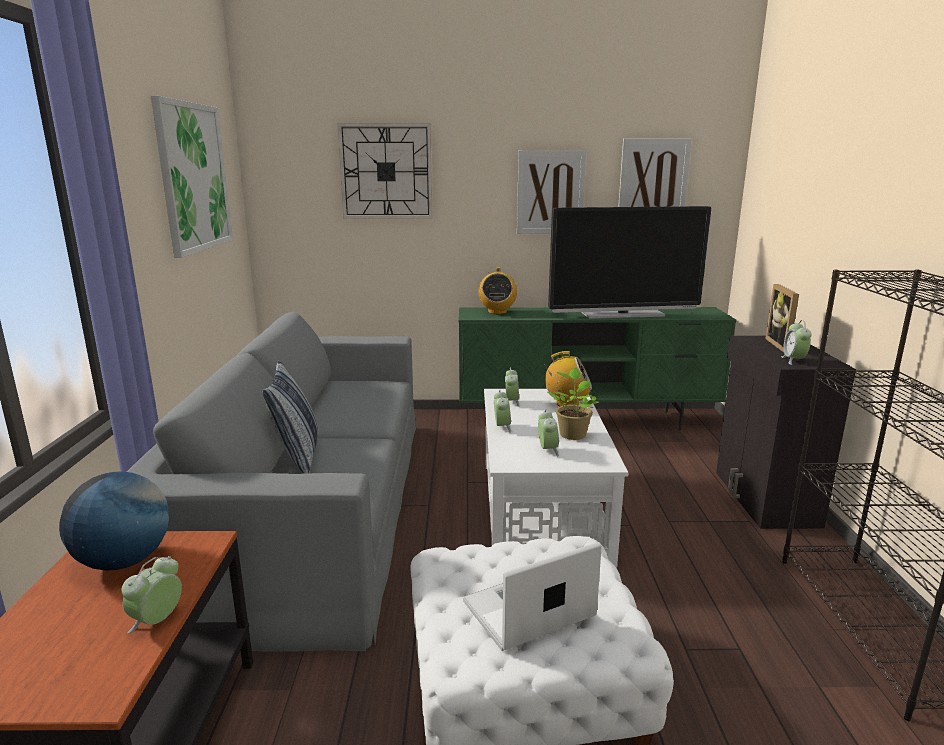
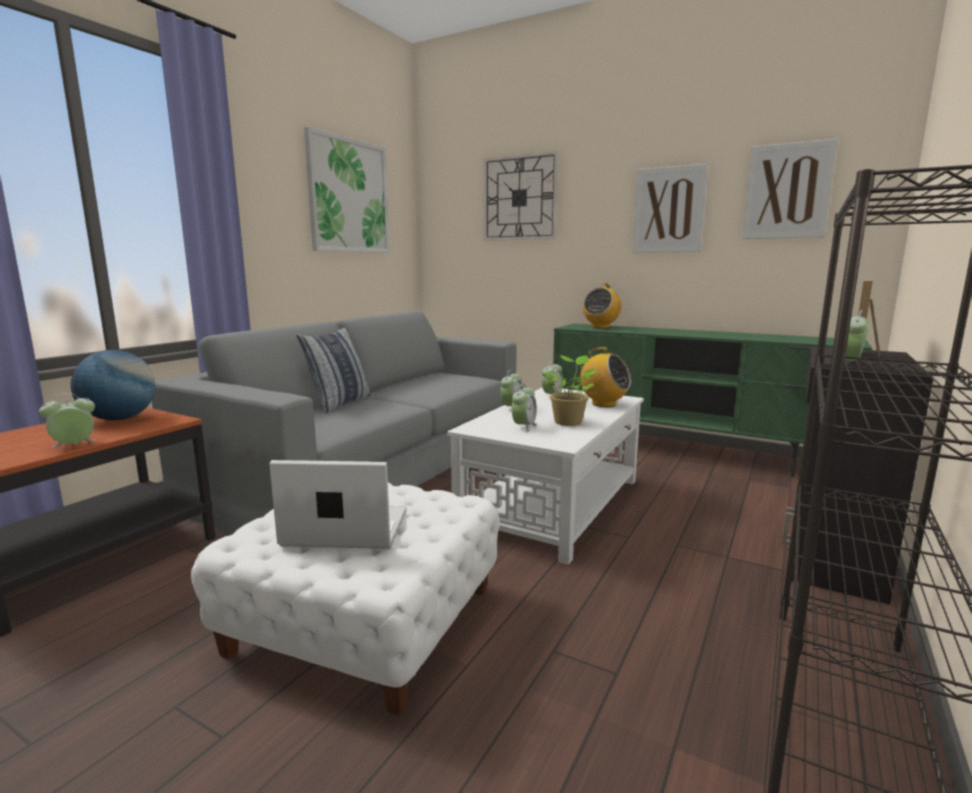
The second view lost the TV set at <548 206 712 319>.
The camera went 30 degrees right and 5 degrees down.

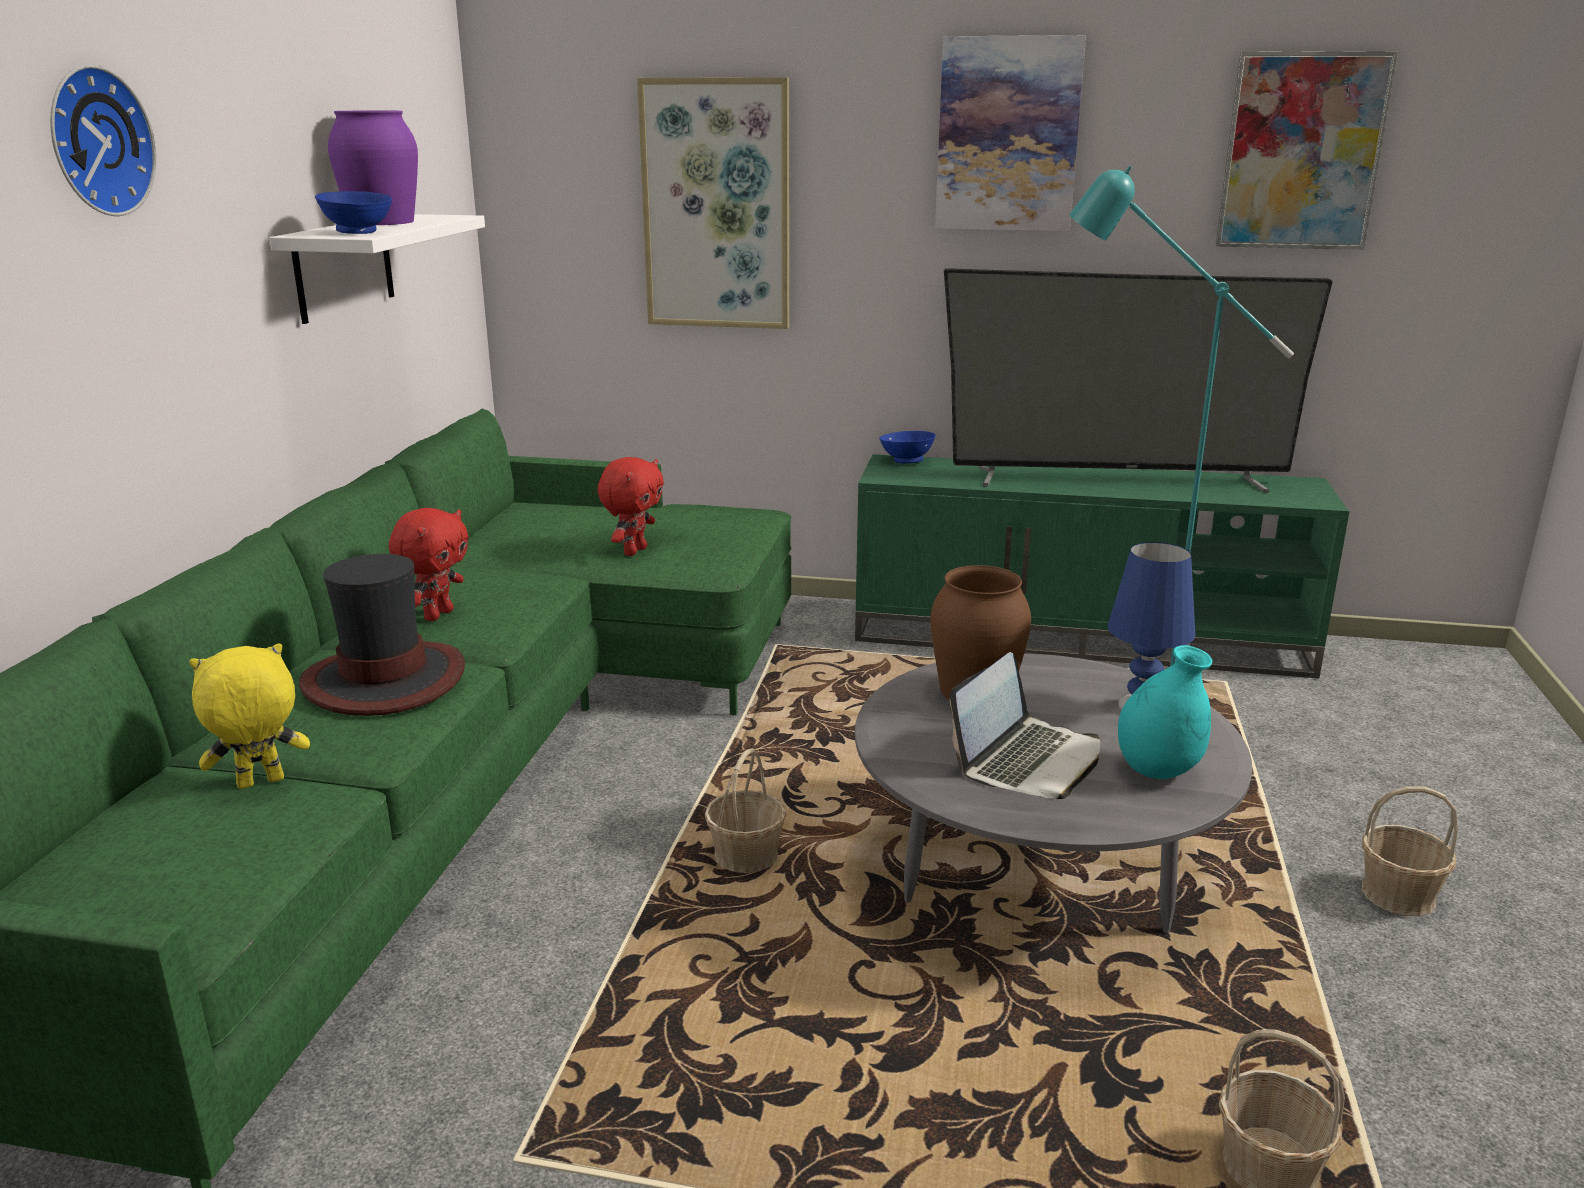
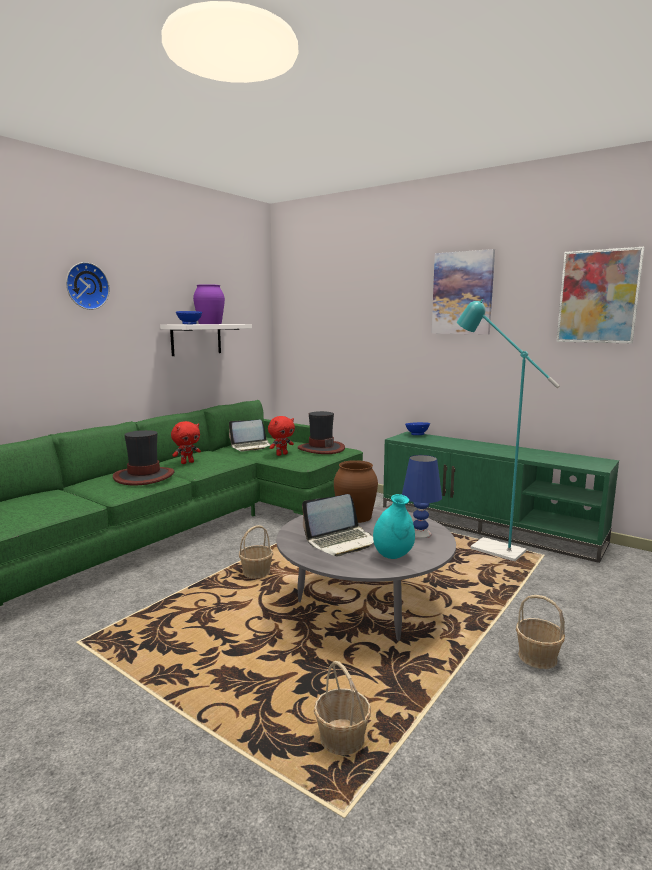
The second view lost the picture at <637 77 789 329>.
The second view lost the TV set at <944 268 1333 493>.
The second view lost the plush toy (yellow) at <189 643 310 789>.
The second view gained the hat at <298 411 345 454>.
The second view gained the notebook computer at <229 420 271 452>.
The camera went 25 degrees right and 10 degrees down.

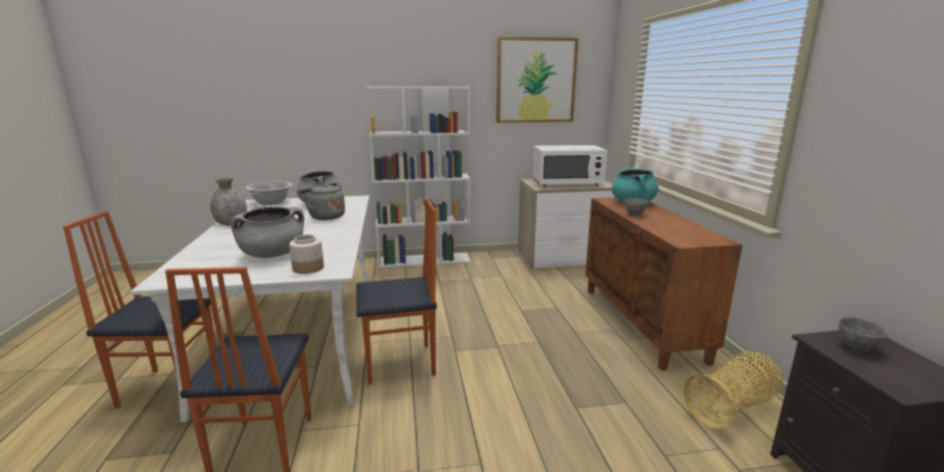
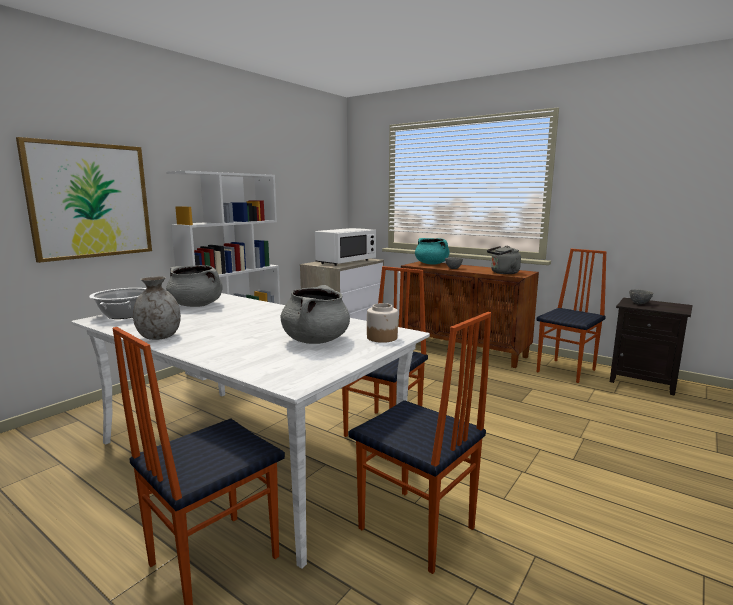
The picture ended up elsewhere, having gone from <496 37 579 123> to <16 137 152 263>.
The kettle (grey) ended up elsewhere, having gone from <299 183 345 220> to <487 246 521 274>.
Where the basket stood at <684 352 783 429>, the chair came to stand at <536 249 607 383>.
The camera went 45 degrees left and 5 degrees down.

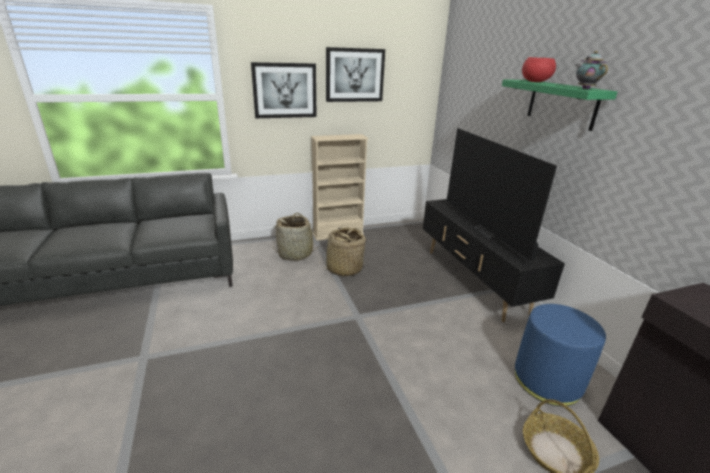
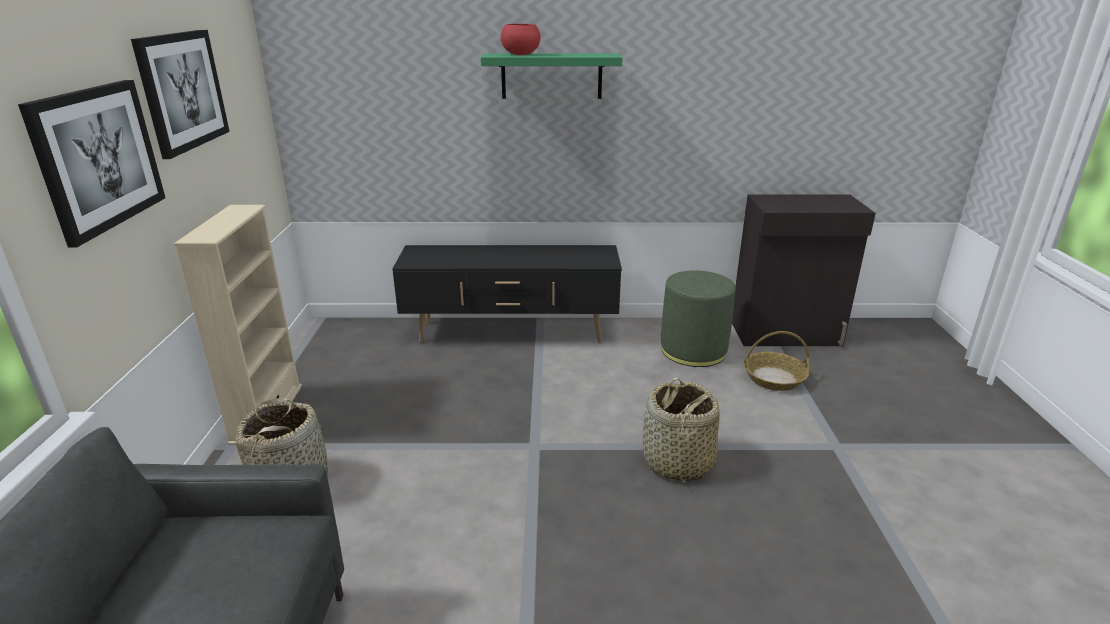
The second view lost the teapot at <576 51 608 89>.
The second view lost the TV set at <447 128 557 261>.
The basket ended up elsewhere, having gone from <320 227 370 277> to <643 377 720 482>.
What was the pouffe (bluish) at <515 304 606 406> turned into the pouffe (greenish) at <661 270 736 367>.
The camera went 70 degrees left and 0 degrees up.

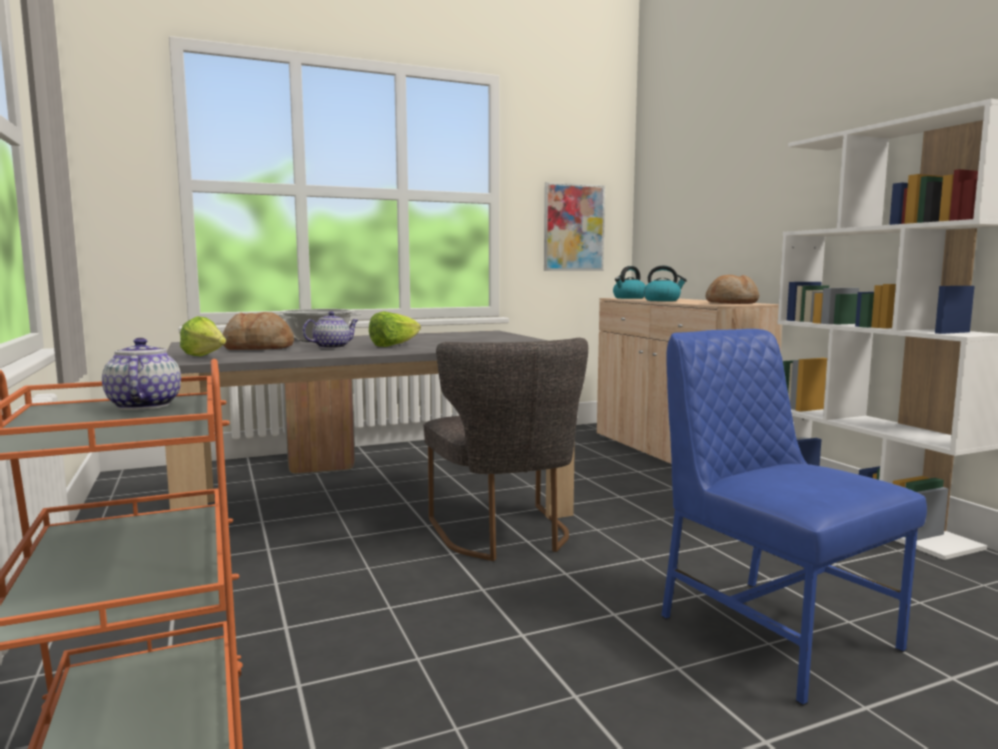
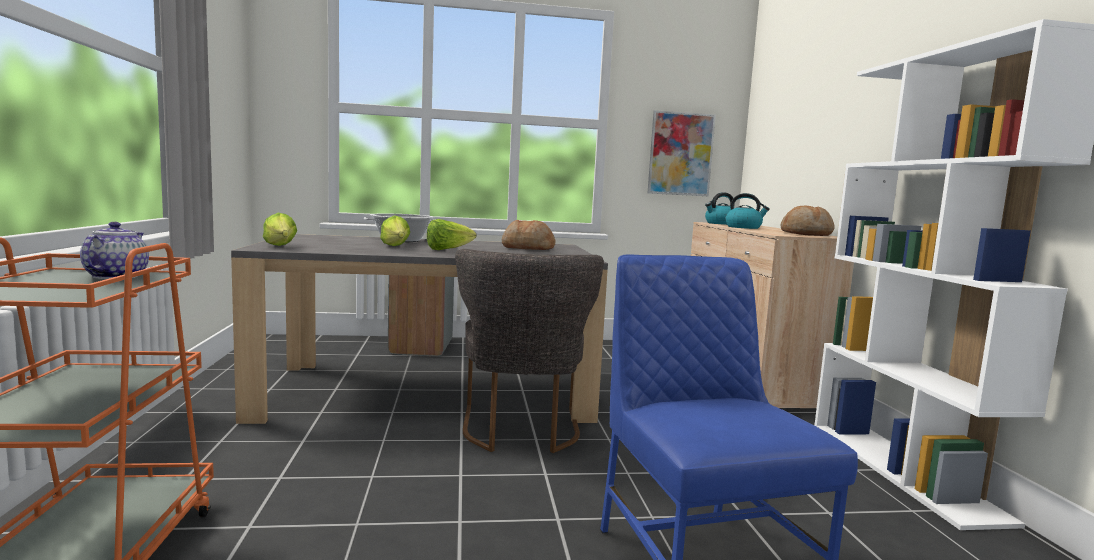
Where the teapot stood at <302 311 358 349>, the lettuce head came to stand at <380 215 410 246>.
The baked bread ended up elsewhere, having gone from <222 312 294 350> to <502 220 555 250>.
The camera went 15 degrees right and 0 degrees up.

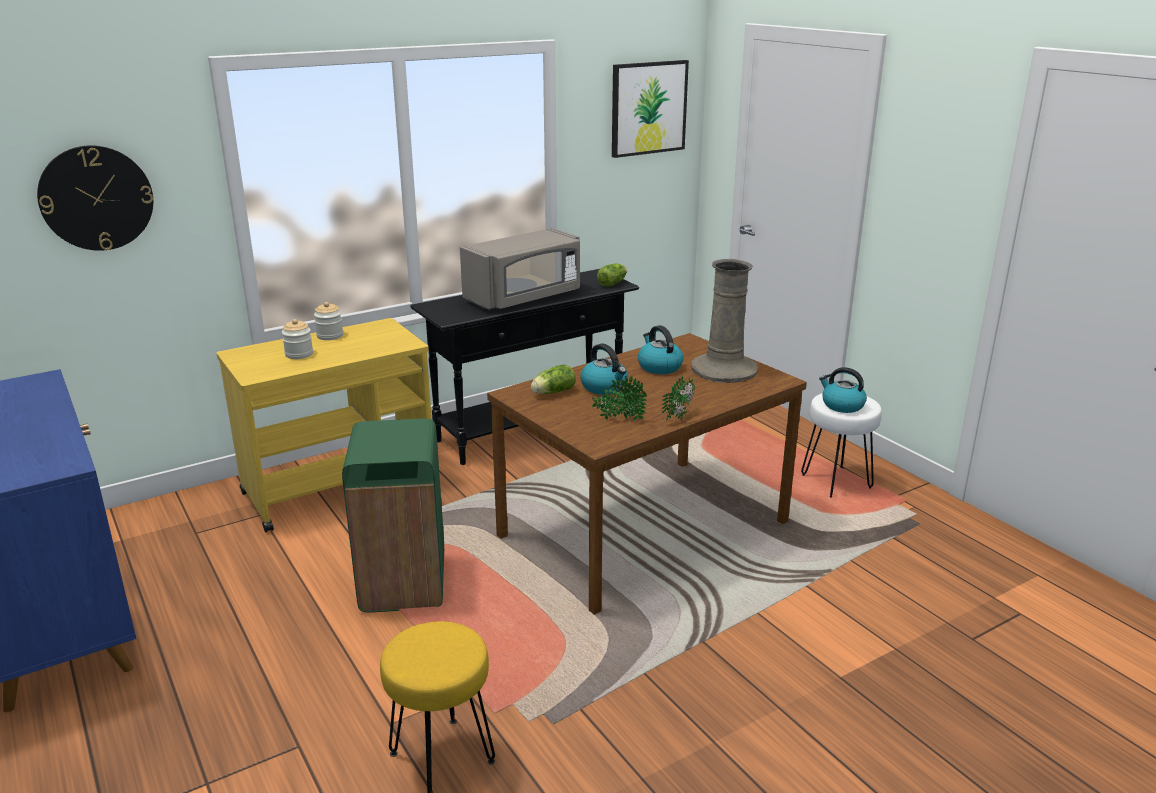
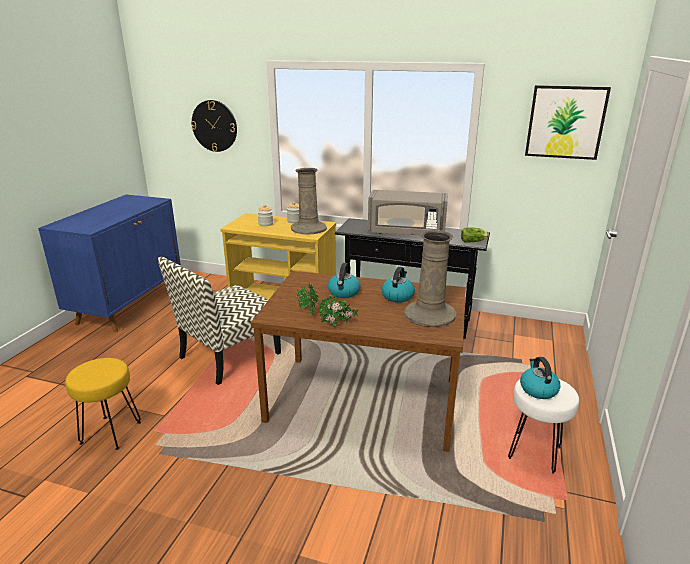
The second view lost the lettuce head at <531 365 576 394>.
Where the waste bin (greenish) stood at <342 419 444 613>, the chair came to stand at <158 257 281 385>.
The second view gained the vase (beige-coloured) at <291 168 327 235>.
The camera went 50 degrees right and 0 degrees up.

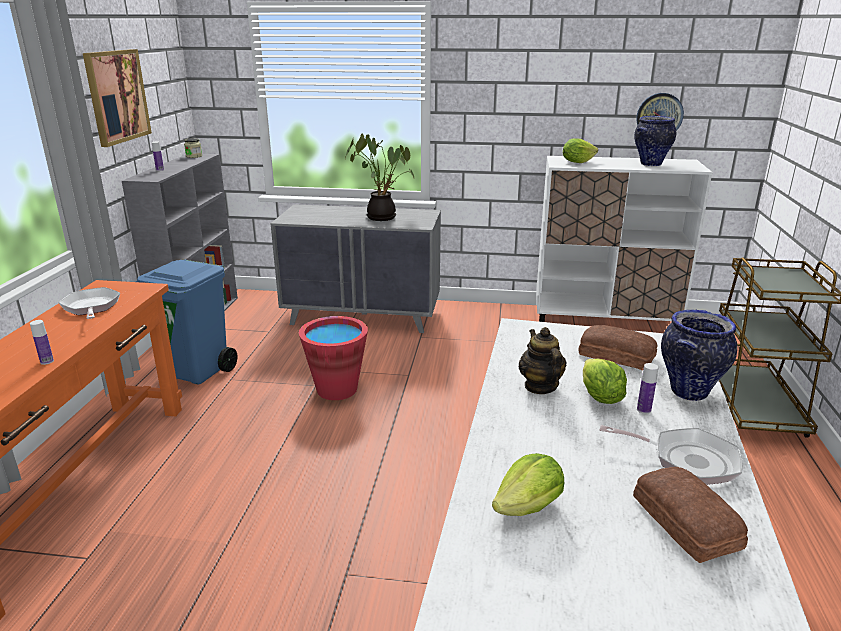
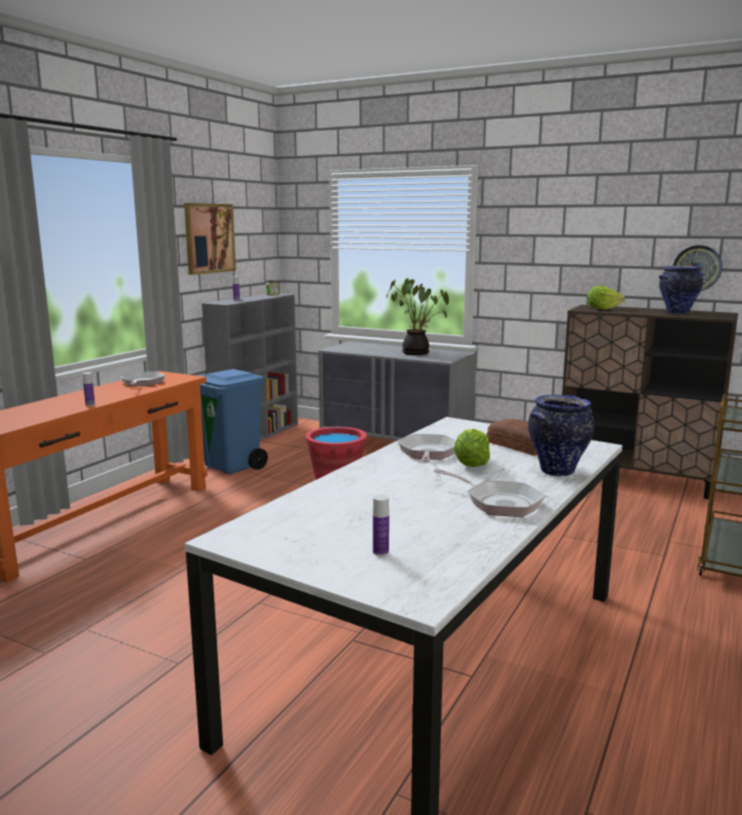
What was the storage cabinet (white) at <536 156 712 322> turned into the storage cabinet (brown-coloured) at <562 305 738 499>.
Where the teapot stood at <518 327 567 394>, the skillet came to stand at <398 434 456 462>.
The beverage bottle ended up elsewhere, having gone from <637 363 658 414> to <373 495 389 556>.
The second view lost the lettuce head at <492 453 564 516>.
The second view lost the baked bread at <633 467 748 563>.
The camera went 20 degrees right and 10 degrees down.

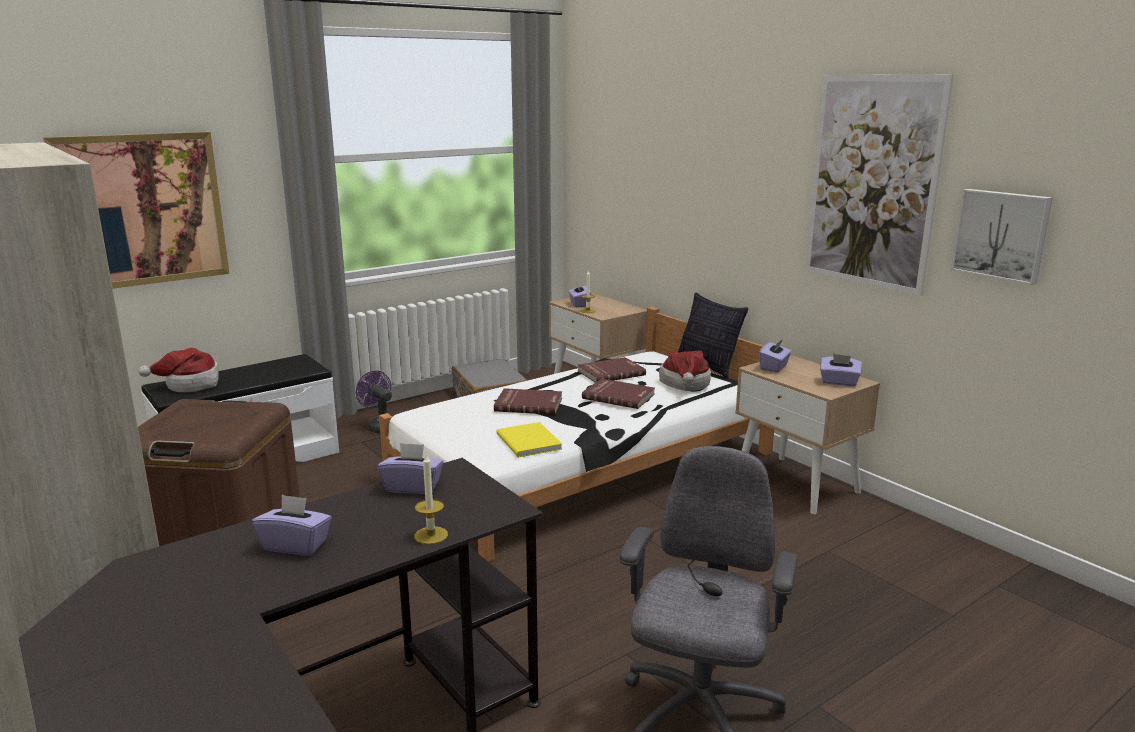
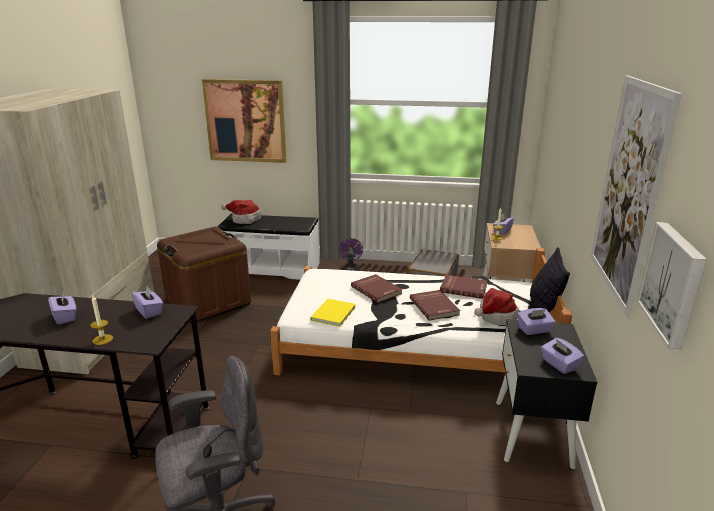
What was the night table (beige-coloured) at <735 355 880 514> turned into the night table (black) at <496 319 597 469>.
The camera went 45 degrees right and 5 degrees up.

